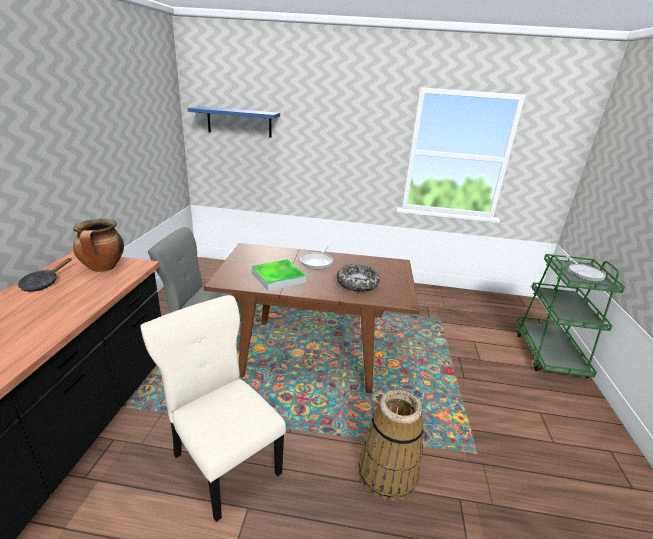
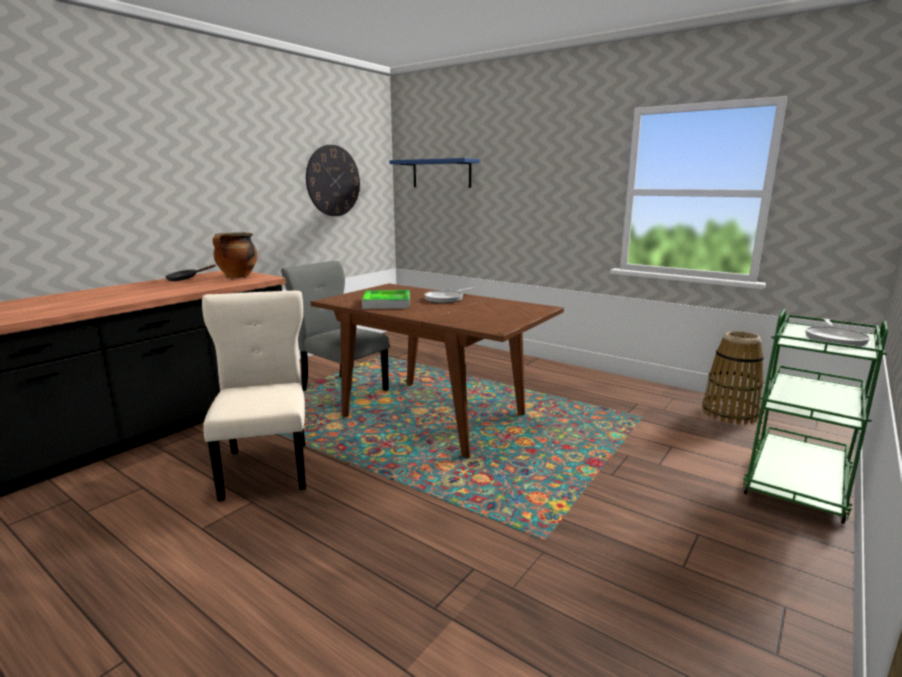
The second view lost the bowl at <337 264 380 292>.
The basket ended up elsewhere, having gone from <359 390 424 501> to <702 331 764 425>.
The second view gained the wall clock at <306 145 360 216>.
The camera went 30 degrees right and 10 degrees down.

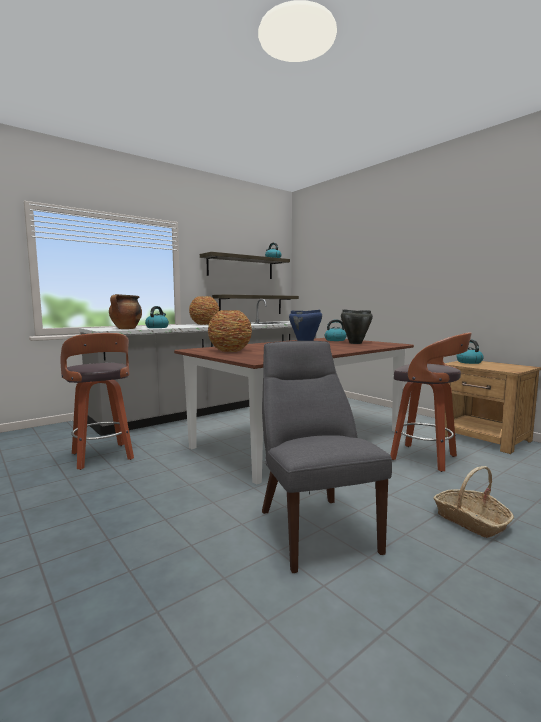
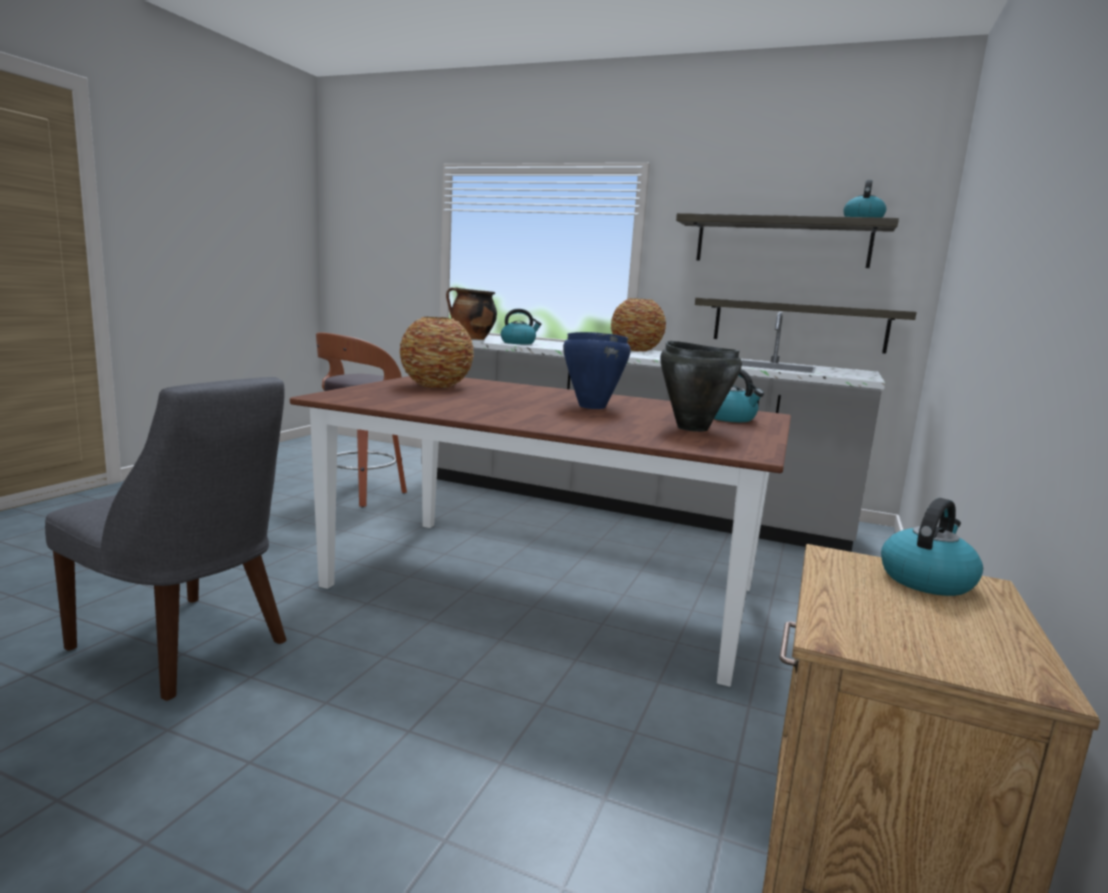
The second view lost the stool seat at <390 332 472 472>.
The chair (grey) at <262 341 392 573> ended up facing another way, 75 degrees clockwise from before.
The second view lost the basket at <433 466 514 538>.
The camera went 60 degrees right and 5 degrees up.

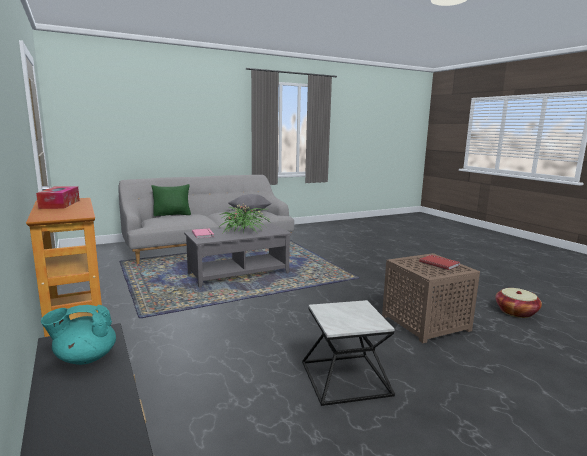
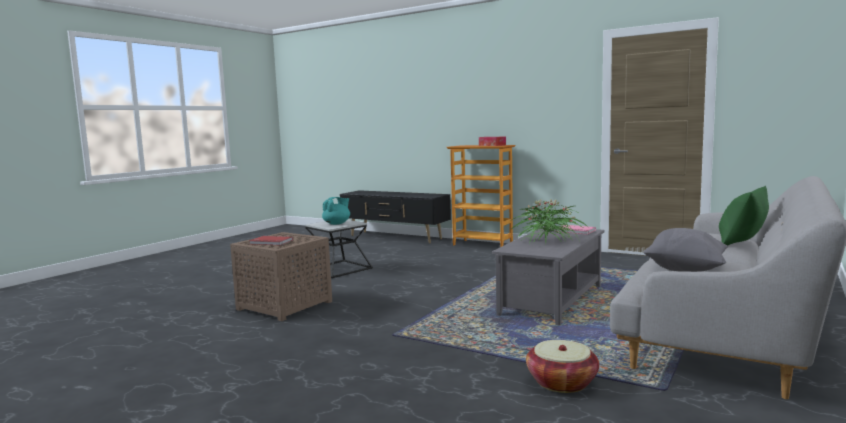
The basket ended up elsewhere, having gone from <495 288 542 318> to <526 340 599 393>.
The teapot (turquoise-coloured) ended up elsewhere, having gone from <41 305 116 365> to <322 197 350 225>.
The camera went 150 degrees right and 5 degrees down.

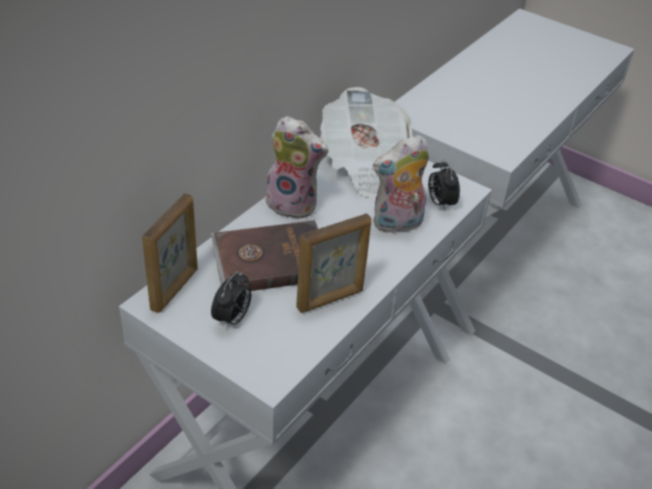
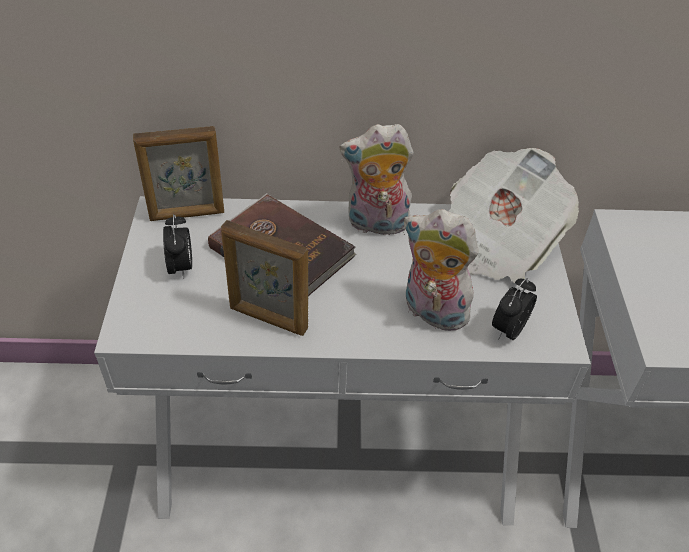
The plush toy at <265 116 328 220> ended up facing another way, 105 degrees clockwise from before.
The table clock at <211 272 251 330> ended up facing another way, 90 degrees counterclockwise from before.
The camera went 55 degrees right and 5 degrees up.

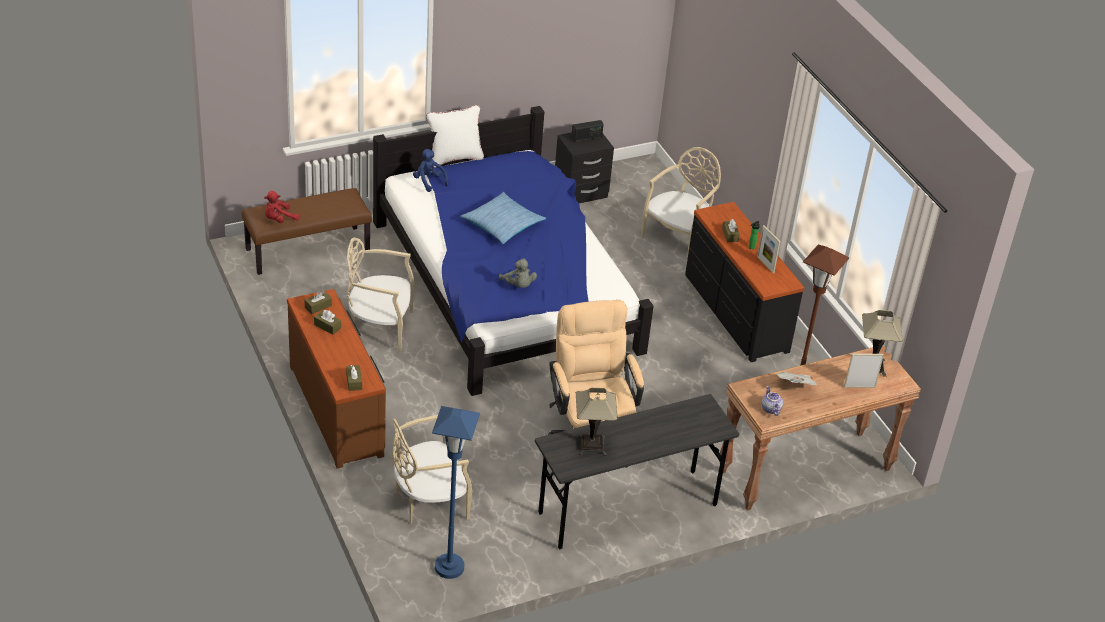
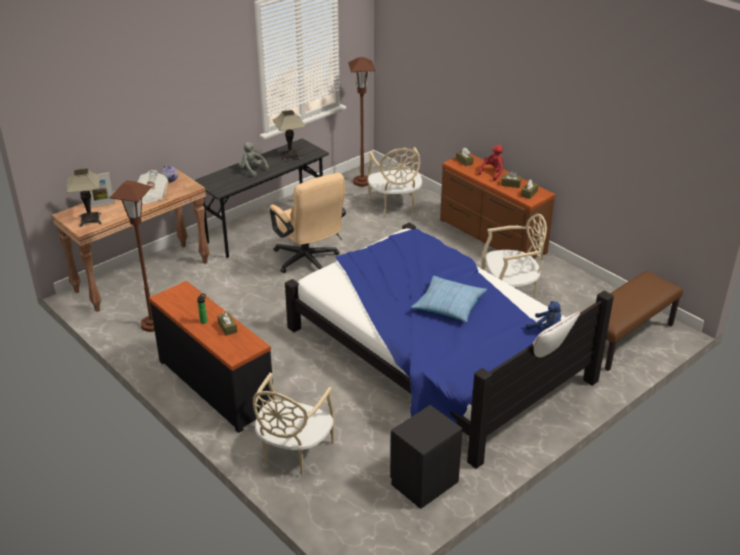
The second view lost the radio set at <571 120 604 142>.
The plush toy (red) ended up elsewhere, having gone from <264 191 299 223> to <478 145 503 181>.
The second view lost the photo frame at <757 225 781 273>.
The plush toy (grey) ended up elsewhere, having gone from <499 258 537 288> to <239 142 269 177>.
What was the standing lamp (bluish) at <432 406 480 579> turned into the standing lamp (brown-coloured) at <348 57 375 187>.
The chair (beige-coloured) at <392 415 472 524> ended up facing another way, 120 degrees clockwise from before.
The camera went 165 degrees right and 5 degrees down.

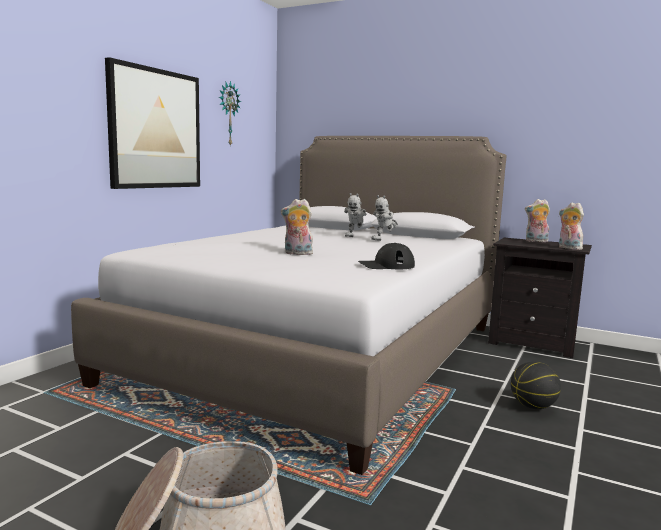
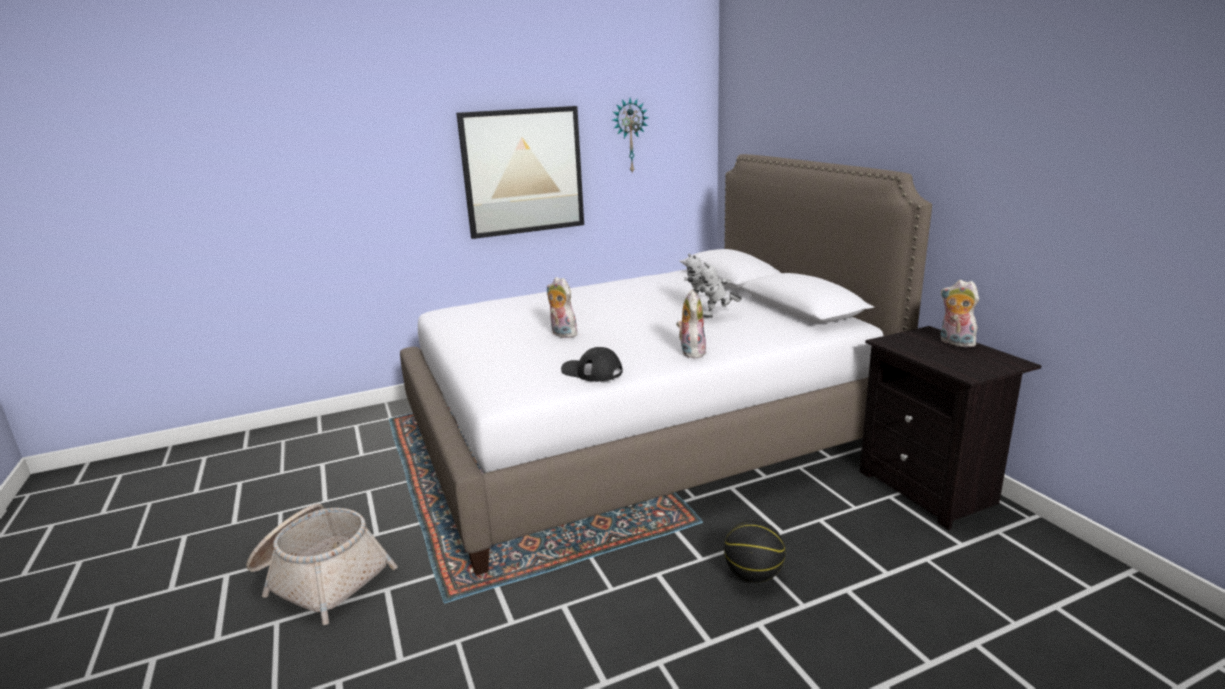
The plush toy ended up elsewhere, having gone from <559 202 584 250> to <676 289 706 358>.
The camera went 40 degrees right and 10 degrees up.

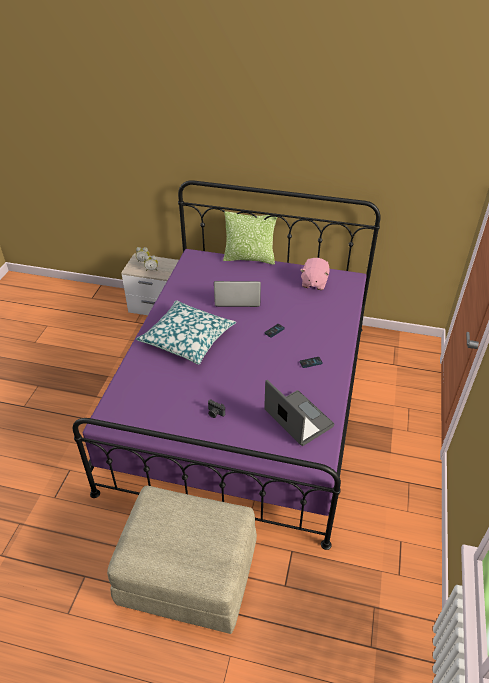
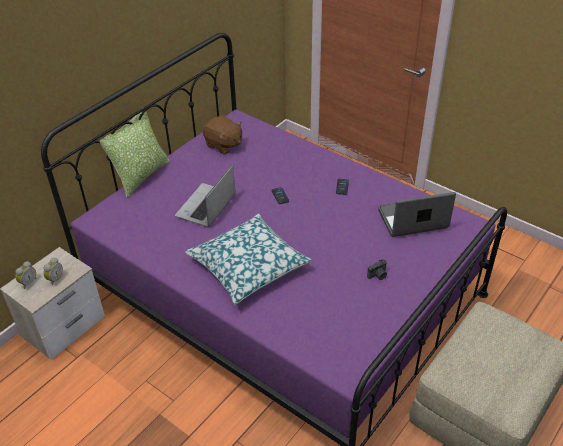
What was the plush toy (pinkish) at <300 258 330 290> turned into the plush toy (brown-coloured) at <203 116 242 154>.
The camera went 65 degrees left and 0 degrees up.

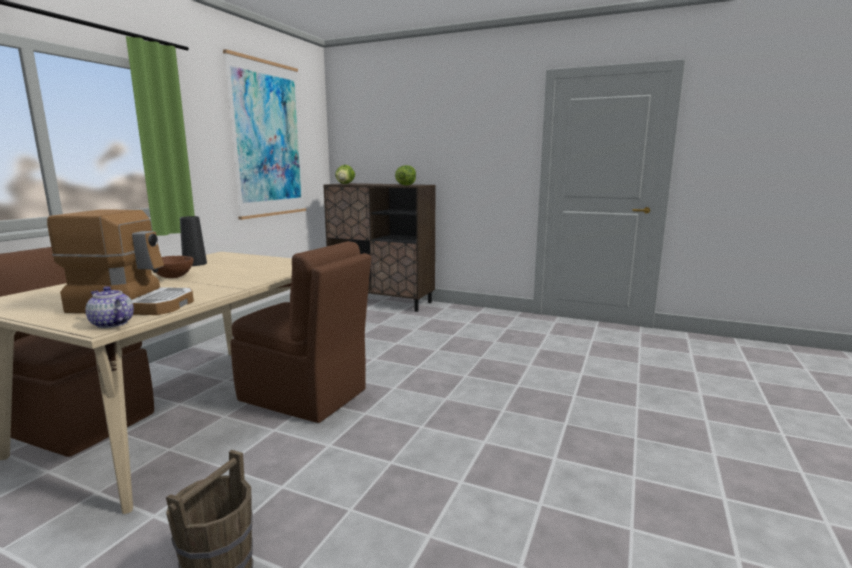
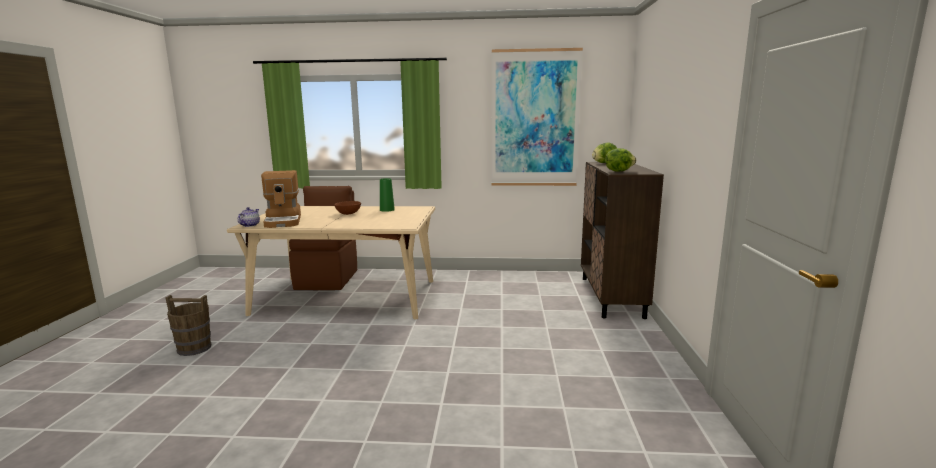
What was the vase (black) at <180 216 207 266> turned into the vase (greenish) at <380 178 395 212>.
The second view lost the chair (brown-coloured) at <230 241 371 423>.
The camera went 70 degrees right and 0 degrees up.

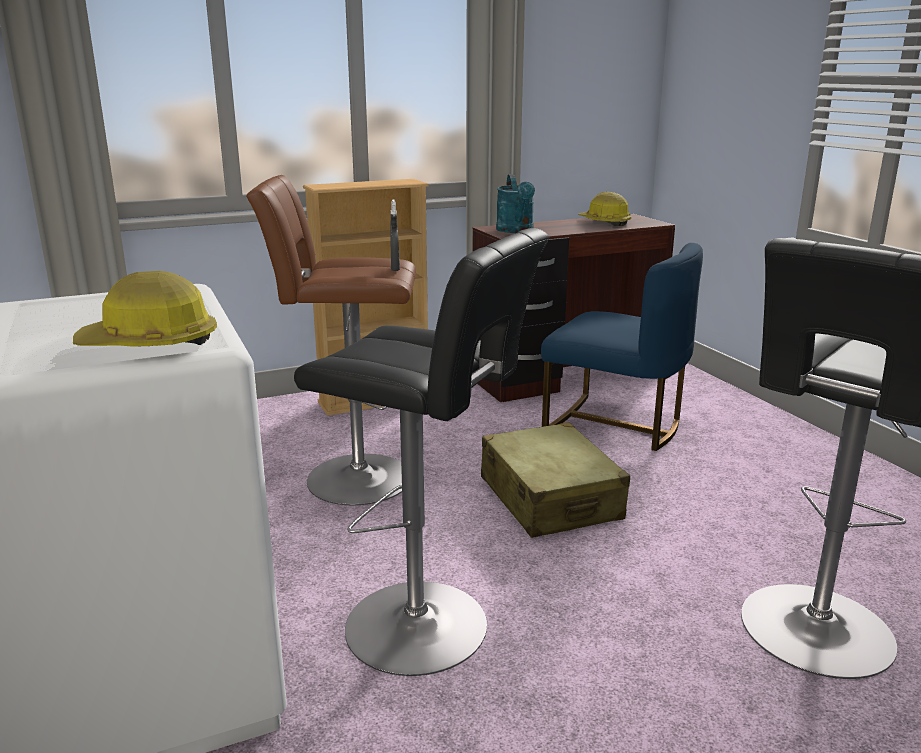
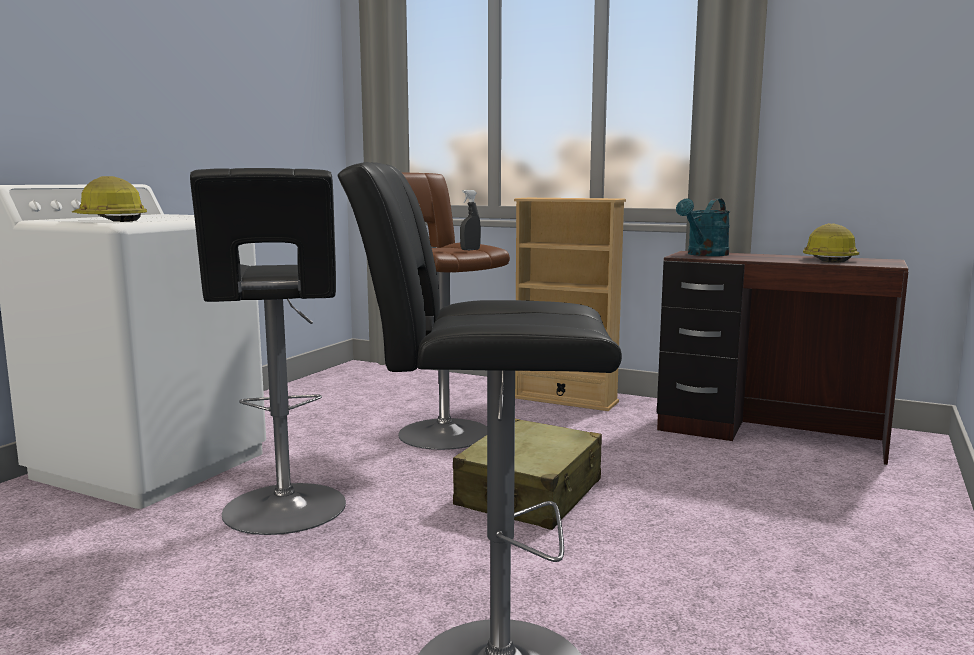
The second view lost the chair (bluish) at <541 243 703 451>.
The camera went 50 degrees right and 10 degrees down.

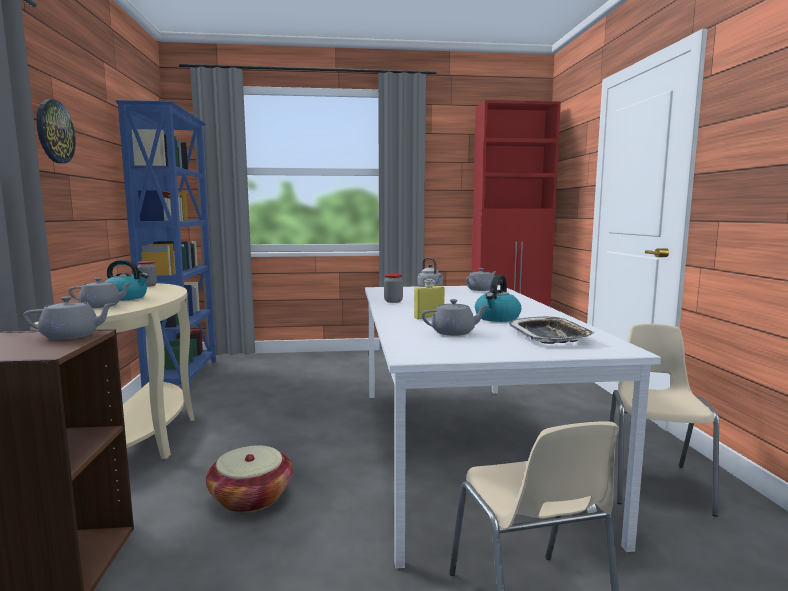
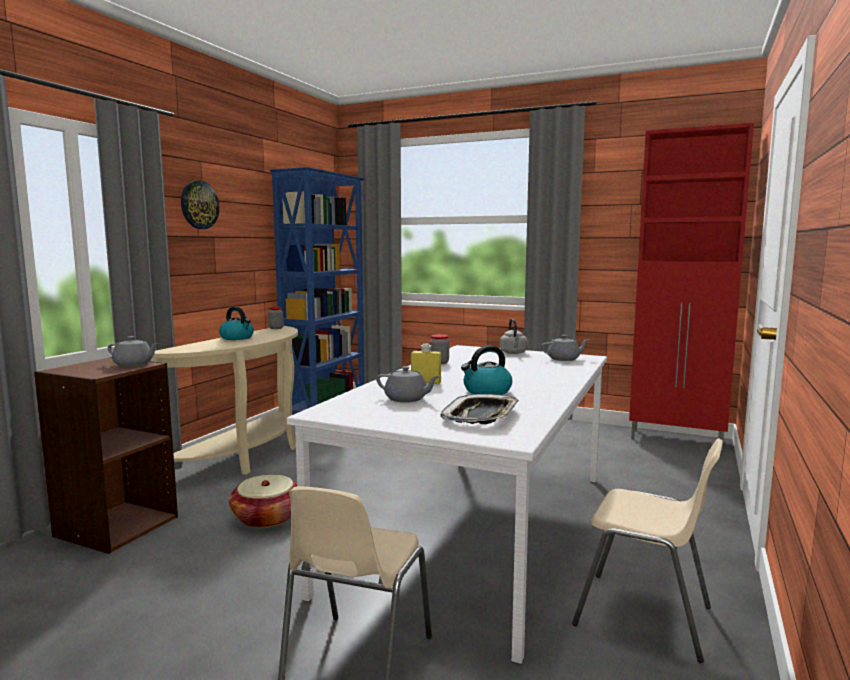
The second view lost the teapot (grey) at <69 277 132 308>.
The chair (beige-coloured) at <610 324 719 517> ended up facing another way, 75 degrees clockwise from before.
The camera went 30 degrees right and 0 degrees up.

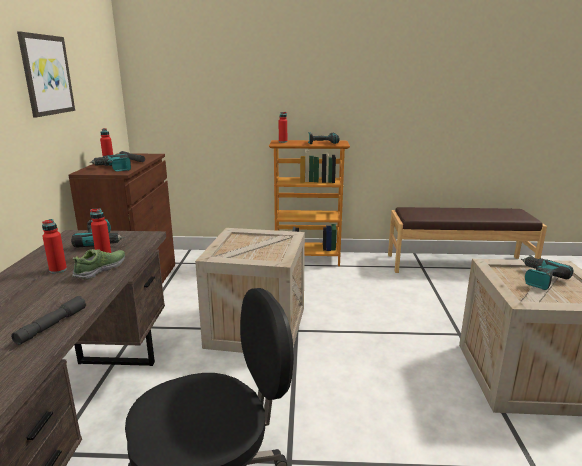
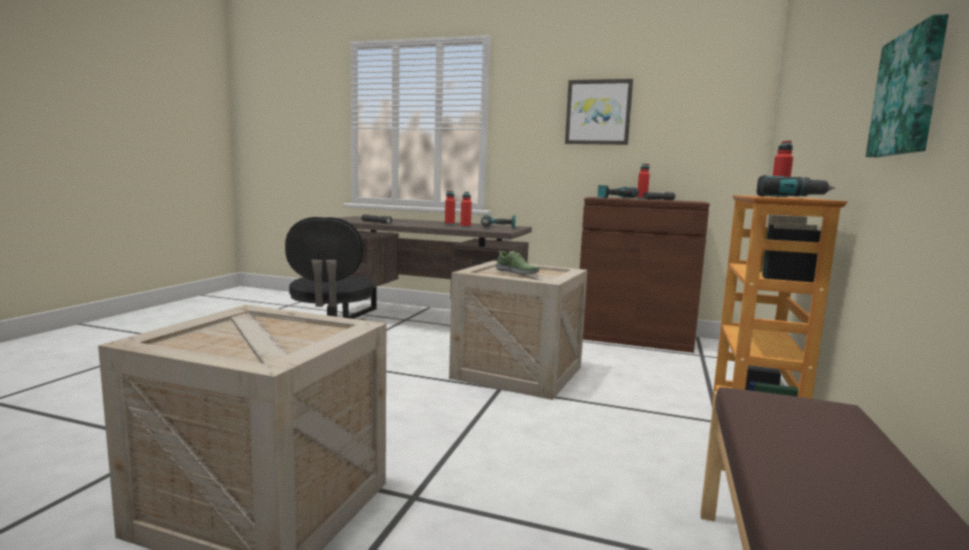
The low shoe ended up elsewhere, having gone from <72 249 125 280> to <495 250 539 275>.
The second view lost the power drill at <521 257 573 290>.
The second view gained the picture at <865 14 949 157>.
The camera went 105 degrees right and 10 degrees down.

